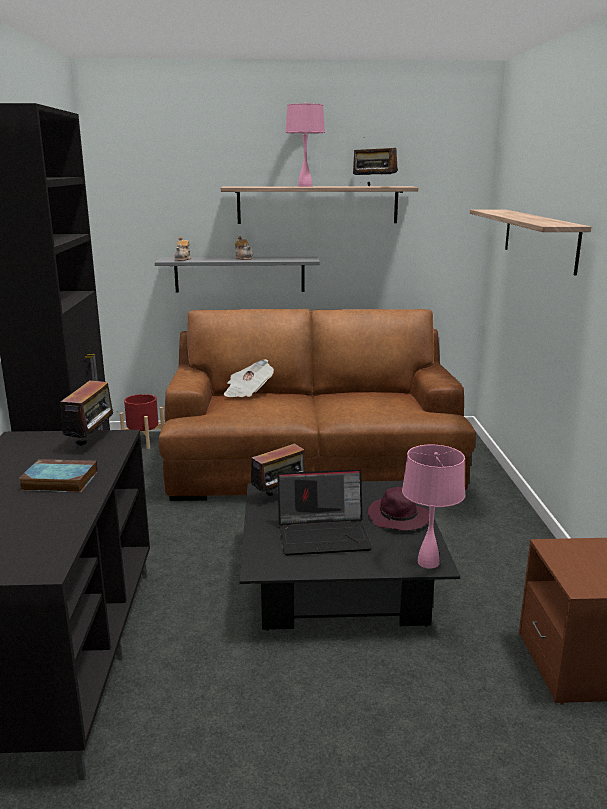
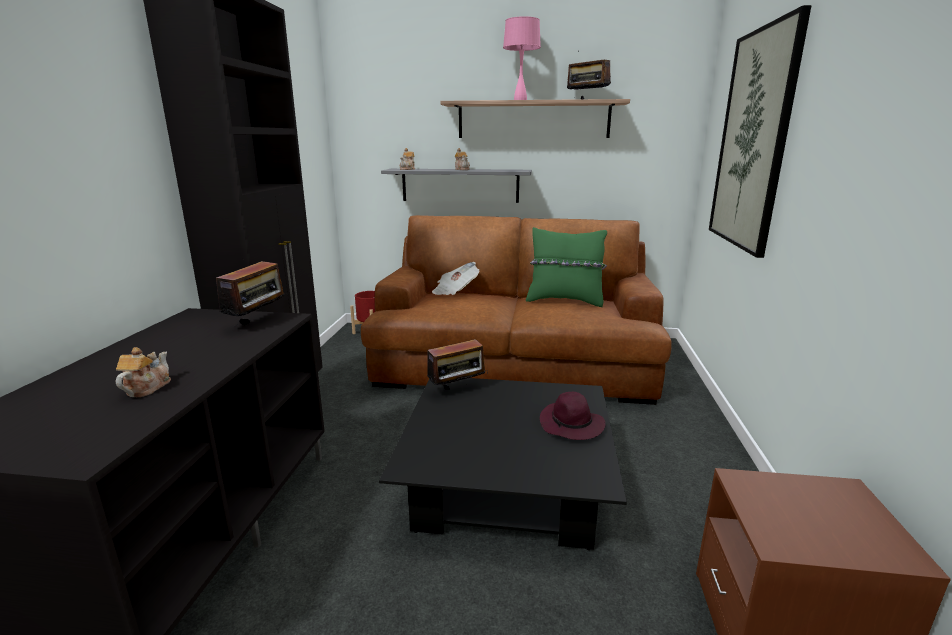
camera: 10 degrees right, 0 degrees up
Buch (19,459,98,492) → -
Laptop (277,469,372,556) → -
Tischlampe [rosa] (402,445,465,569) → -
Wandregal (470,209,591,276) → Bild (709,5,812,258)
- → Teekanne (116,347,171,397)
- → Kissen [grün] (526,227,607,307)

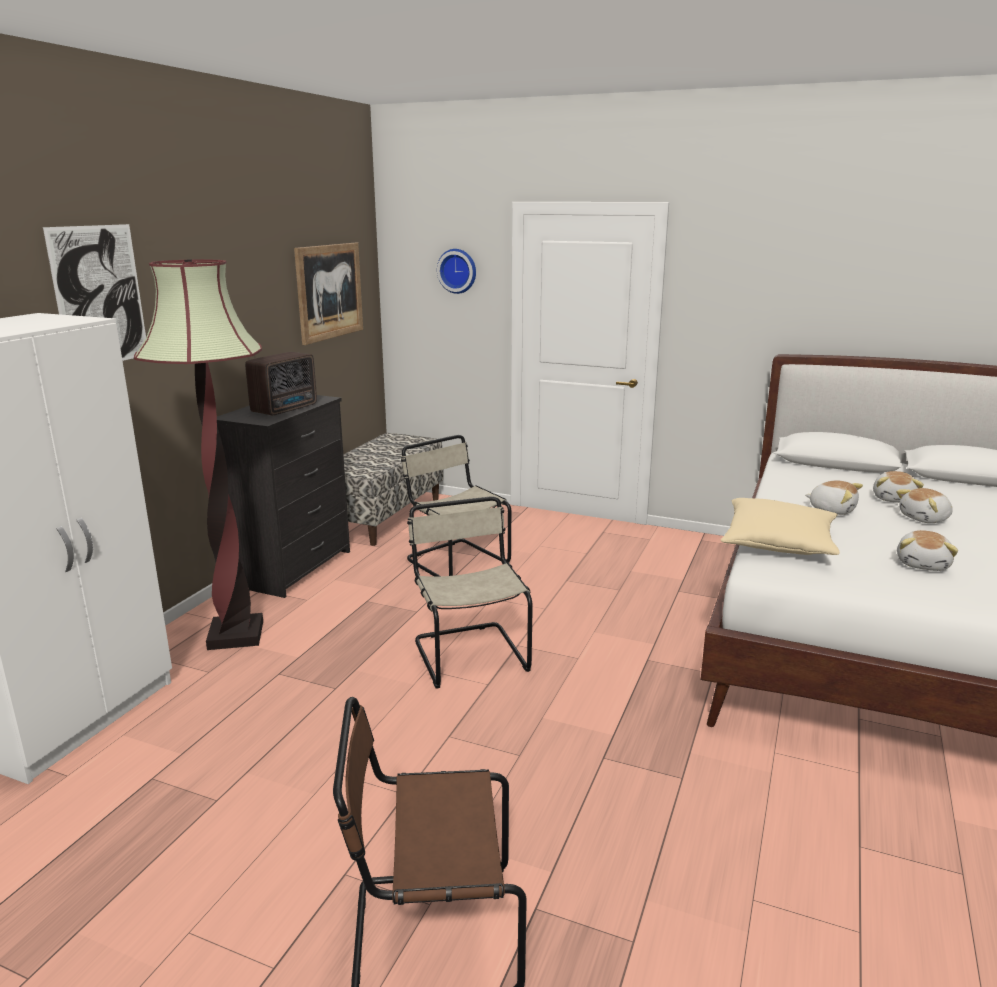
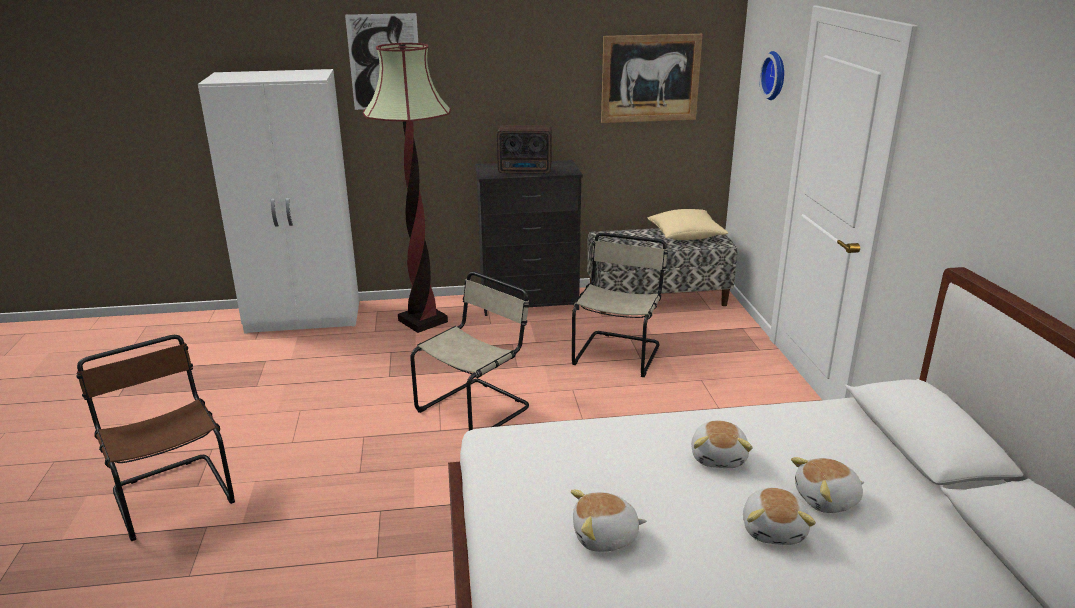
camera: 60 degrees right, 5 degrees up
Kissen [beige] (721,498,840,555) → Kissen [beige] (647,209,728,240), relocated
Plüschtier (896,488,953,523) → Plüschtier (743,488,816,545), 120 degrees counterclockwise

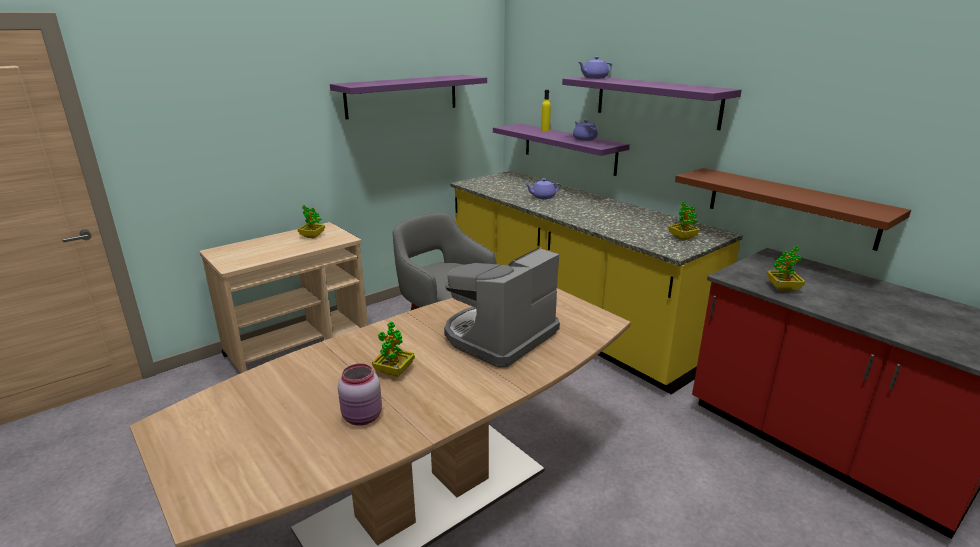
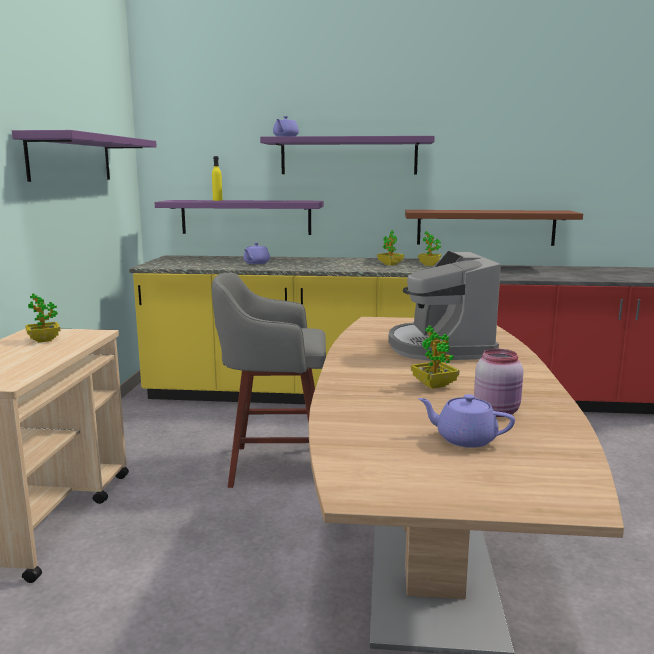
camera: 45 degrees left, 10 degrees down
Teekanne [lila] (573,120,598,141) → Teekanne [lila] (418,394,515,448), relocated
Topfpflanze (767,246,805,291) → Topfpflanze (377,230,404,265), relocated

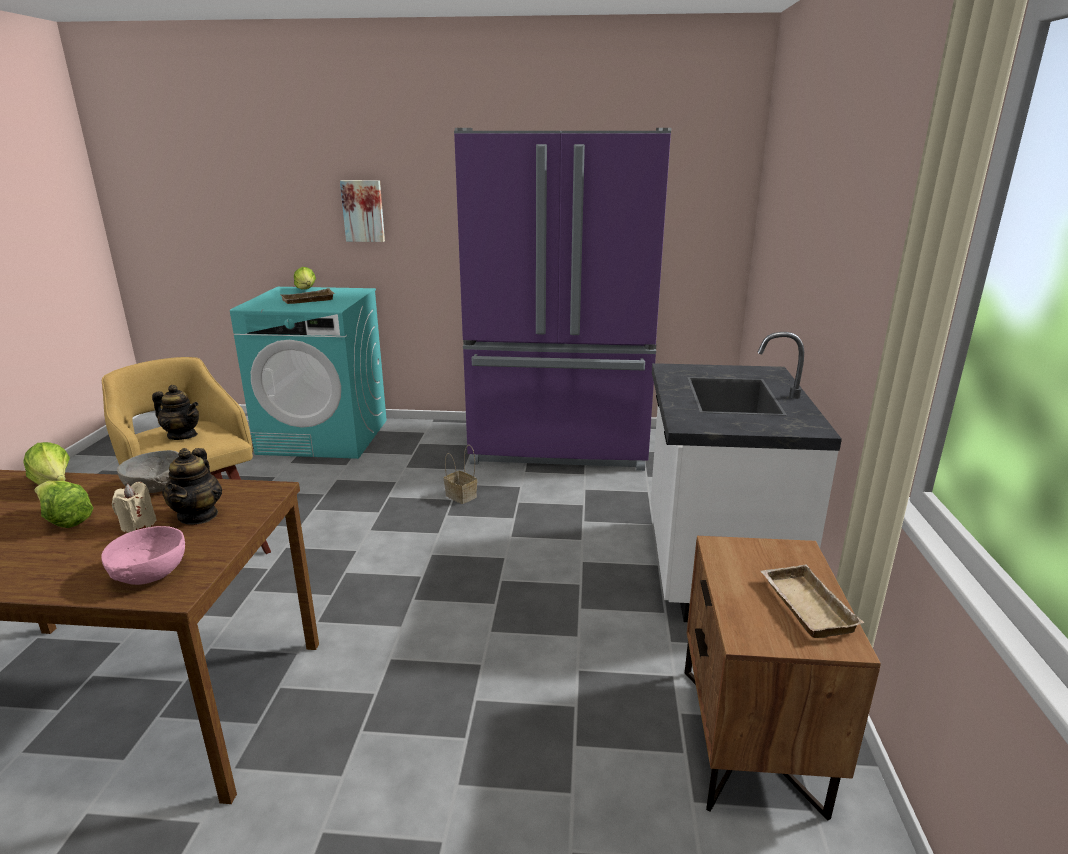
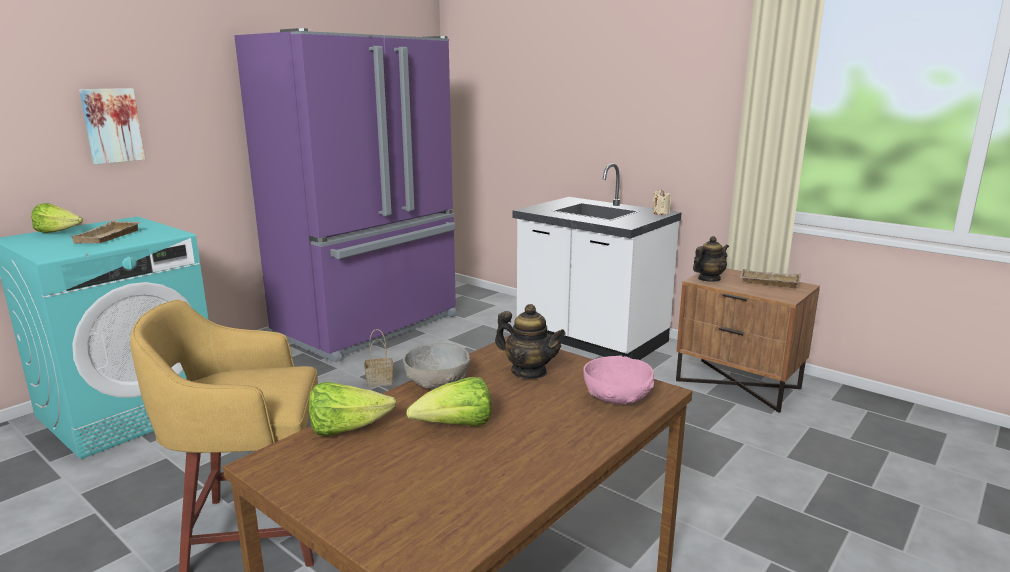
camera: 55 degrees left, 5 degrees down
Kerze [beige] (112,482,157,533) → Kerze [beige] (653,190,671,215), relocated
Teekanne (152,385,199,440) → Teekanne (693,236,729,281), relocated

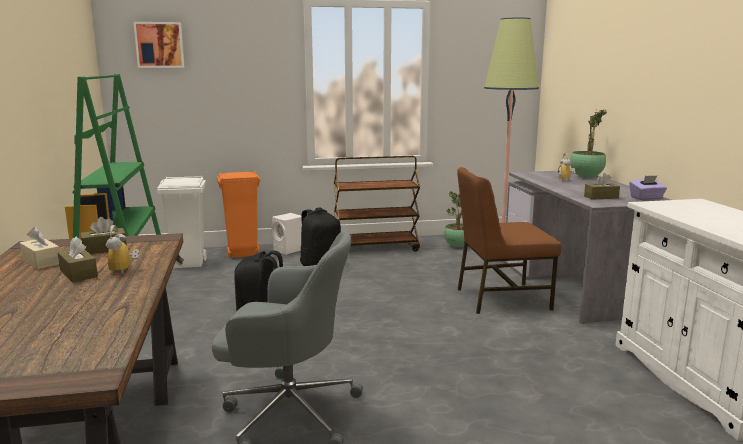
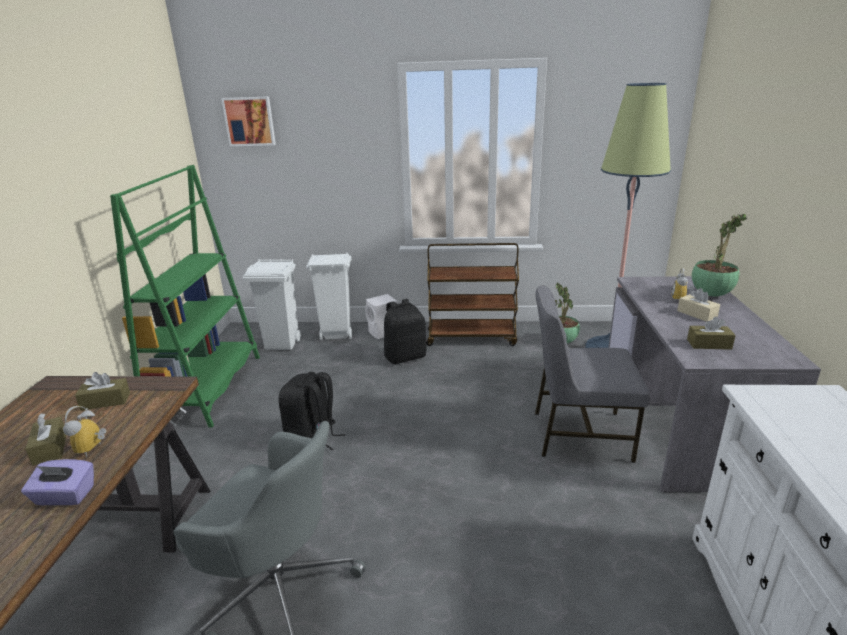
camera: 15 degrees right, 10 degrees up
Taschentuchbox [beige] (20,227,60,269) → Taschentuchbox [beige] (677,288,720,322), relocated
Mülleimer [orange] (217,171,261,258) → Mülleimer [weiß] (306,253,352,340)
Stuhl [braun] (457,167,561,314) → Stuhl [grau] (535,286,650,463)
Taschentuchbox [lila] (629,175,667,200) → Taschentuchbox [lila] (21,459,94,505), relocated

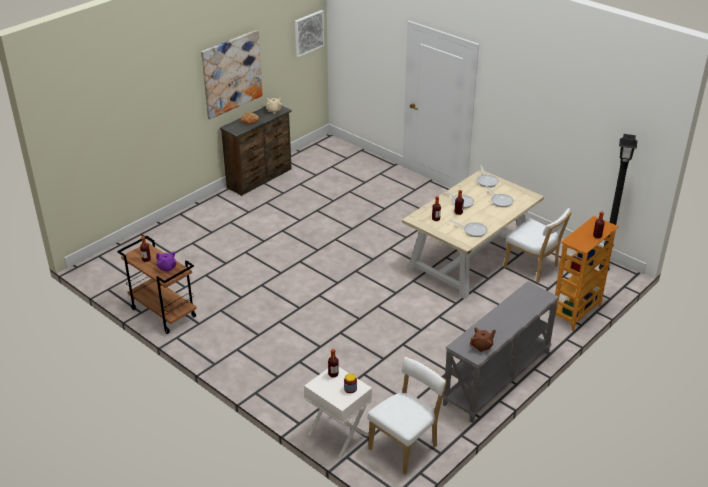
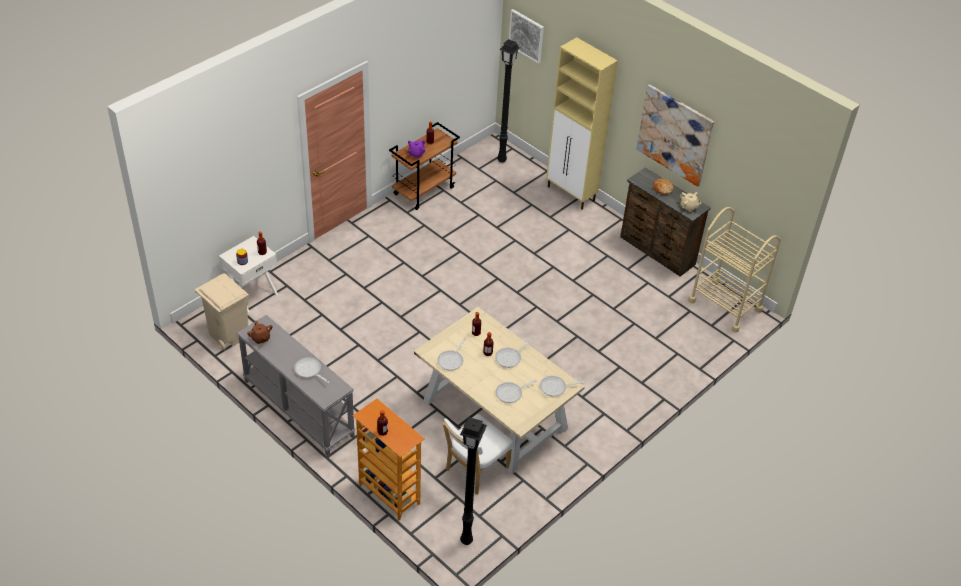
camera: 90 degrees right, 10 degrees up
Bild (295,10,324,57) → Bild (509,9,544,64), relocated
Stuhl [weiß] (367,357,447,474) → Mülleimer [beige] (195,273,249,350)
- → Pfanne (294,357,329,383)
- → Stehlampe [schwarz] (497,39,520,163)
- → Schrank [beige] (546,37,618,209)
- → Rollwagen [beige] (688,207,781,333)

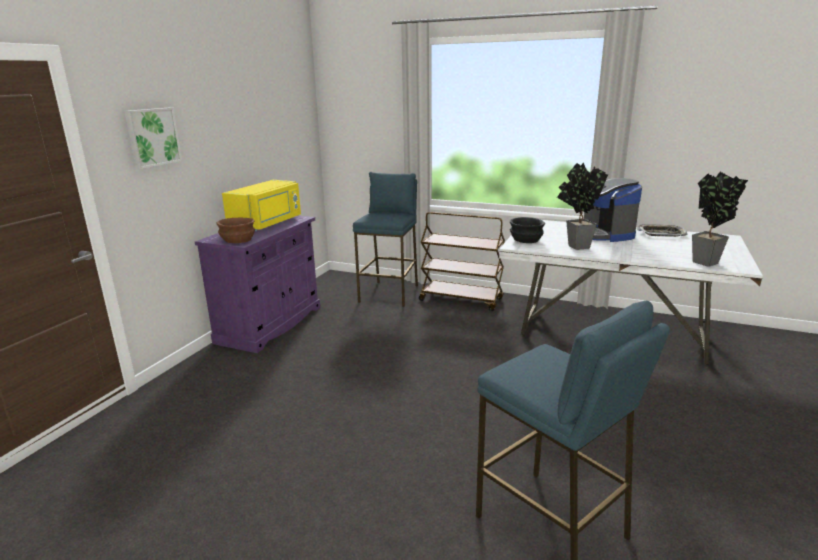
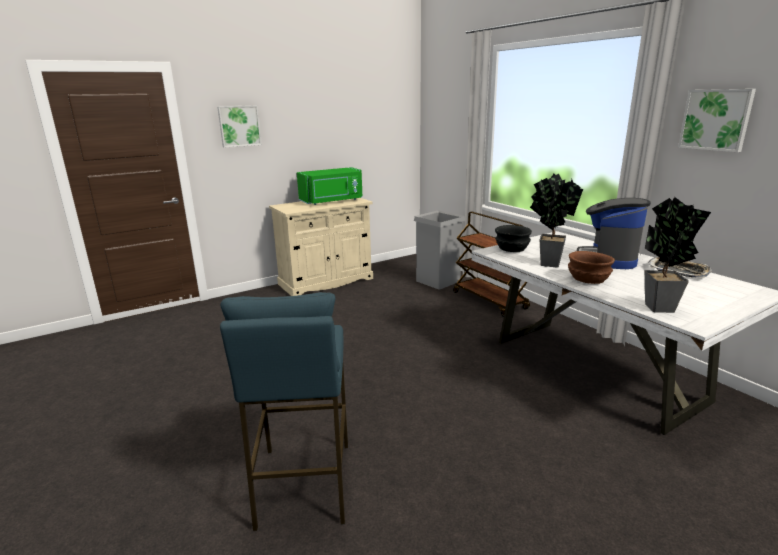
camera: 35 degrees right, 0 degrees up
Schrank [lila] (195,216,320,353) → Schrank [beige] (269,198,373,296)
Schüssel [braun] (216,218,255,243) → Schüssel [braun] (568,251,615,284), relocated
Mikrowelle [gelb] (222,180,301,231) → Mikrowelle [grün] (297,167,363,205)
Hocker [blau] (353,172,418,307) → Mülleimer [grau] (414,210,465,290)
- → Bild (678,89,756,152)

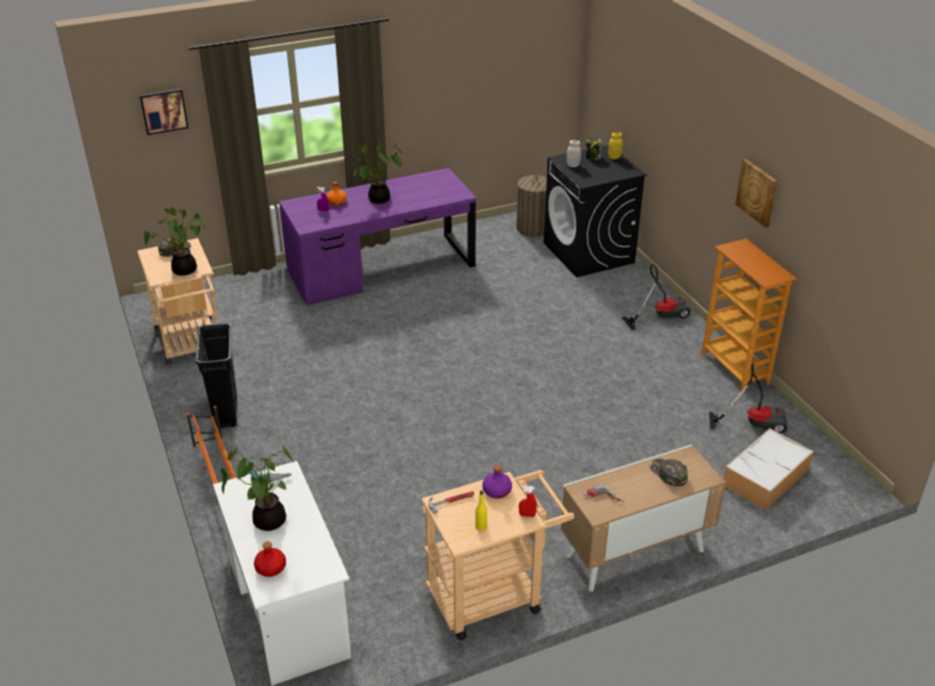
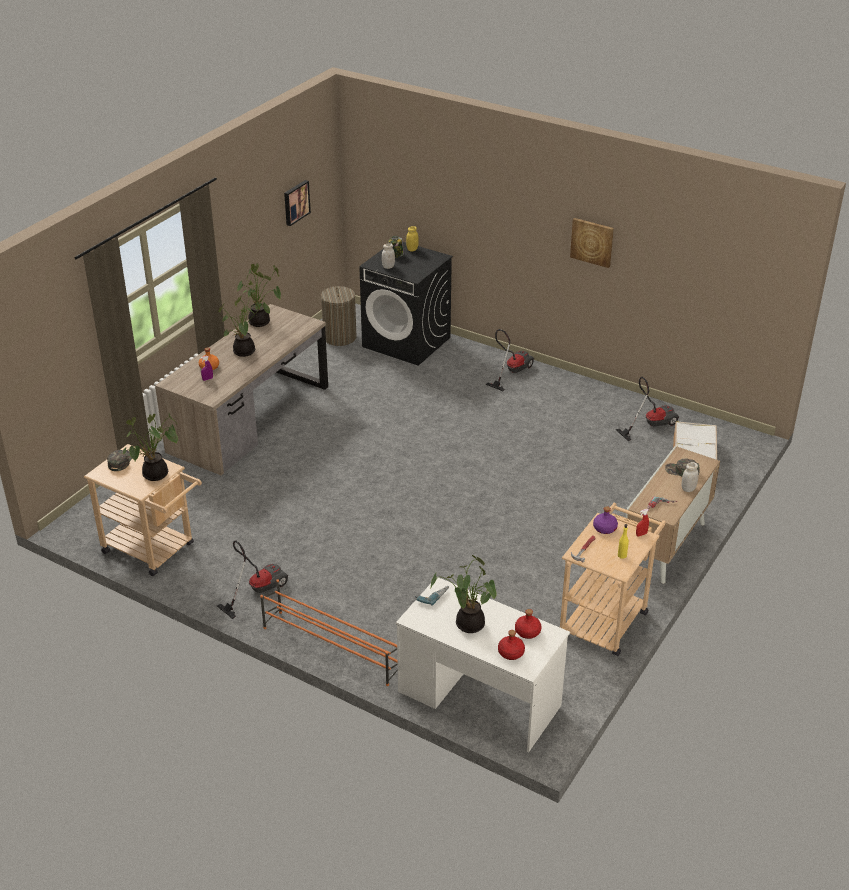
camera: 35 degrees left, 0 degrees up
Bild (140,88,189,135) → Bild (284,180,311,226), relocated
Mülleimer [schwarz] (196,323,237,428) → Staubsauger (217,540,288,619)
Schreibtisch [lila] (279,168,476,306) → Schreibtisch [braun] (155,304,328,475)
Bücherregal (702,239,797,393) → -
- → Topfpflanze (237,263,281,327)
- → Flasche [rot] (515,609,542,639)
- → Vorratsglas [weiß] (681,462,699,492)

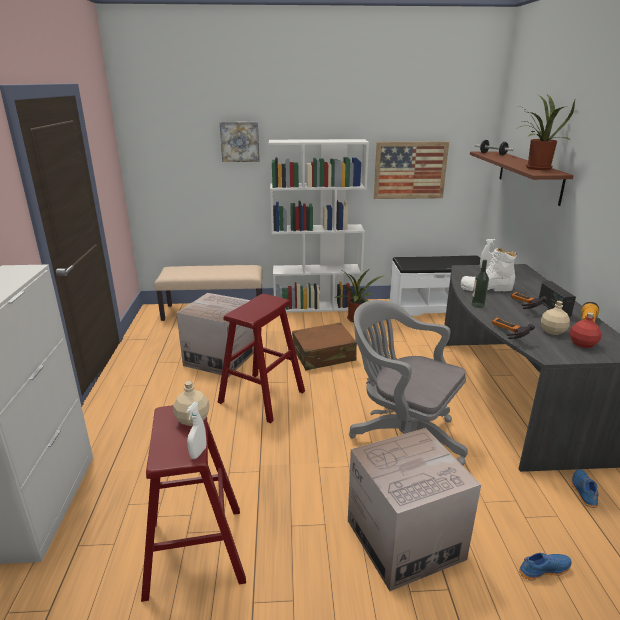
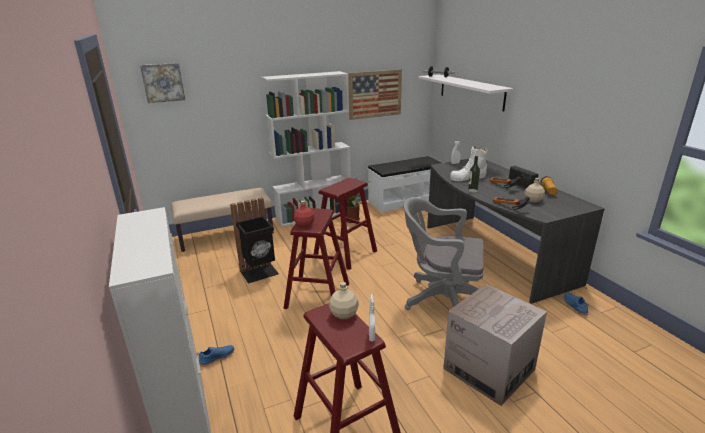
camera: 20 degrees left, 0 degrees up
Karton (176,293,254,377) → Mülleimer [schwarz] (230,197,279,284)
Bild (220,122,260,162) → Bild (140,63,185,103), relocated
Koffer [braun] (292,322,357,370) → Hocker [rot] (314,178,377,270)
Wandregal [braun] (470,151,574,206) → Wandregal [weiß] (419,74,514,111)
Topfpflanze (516,94,575,170) → -
Schuh [blau] (519,553,571,580) → Schuh [blau] (197,345,234,367), relocated
Flasche [rot] (569,312,602,348) → Flasche [rot] (294,200,314,227), relocated

